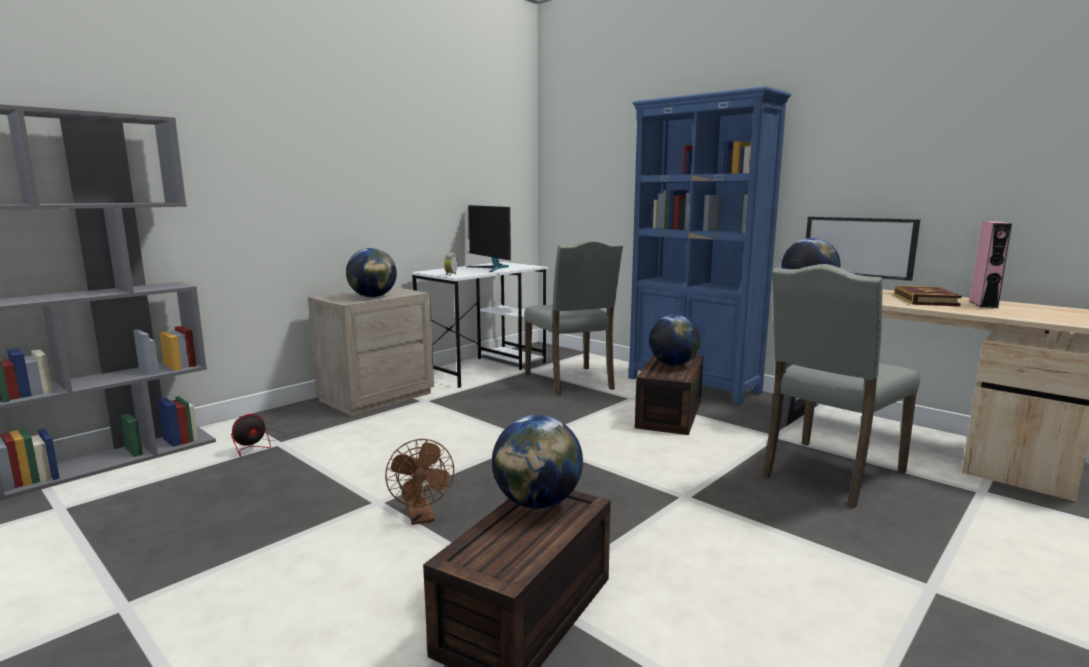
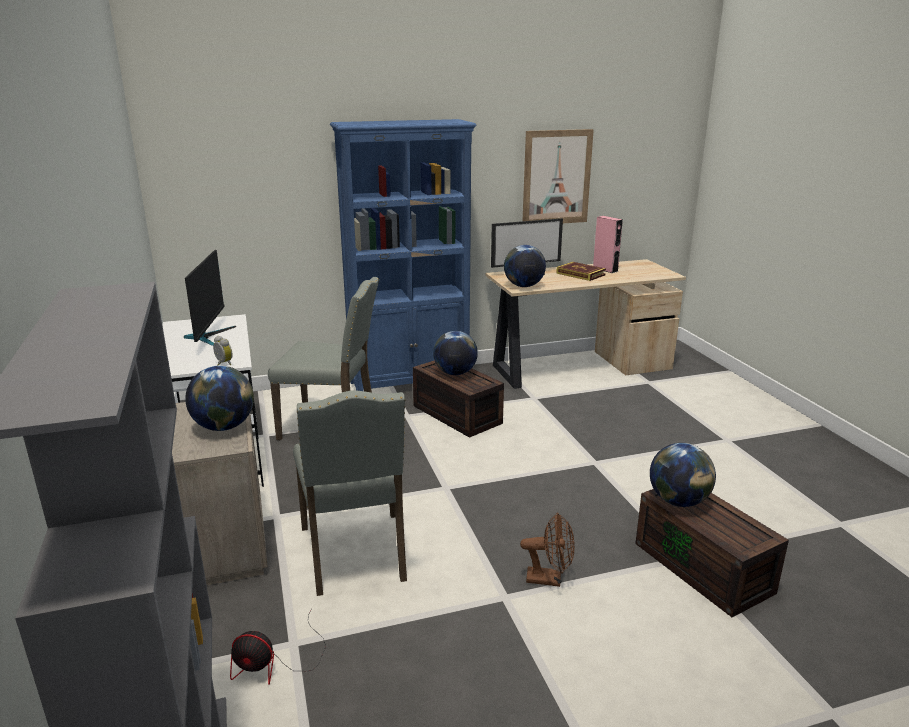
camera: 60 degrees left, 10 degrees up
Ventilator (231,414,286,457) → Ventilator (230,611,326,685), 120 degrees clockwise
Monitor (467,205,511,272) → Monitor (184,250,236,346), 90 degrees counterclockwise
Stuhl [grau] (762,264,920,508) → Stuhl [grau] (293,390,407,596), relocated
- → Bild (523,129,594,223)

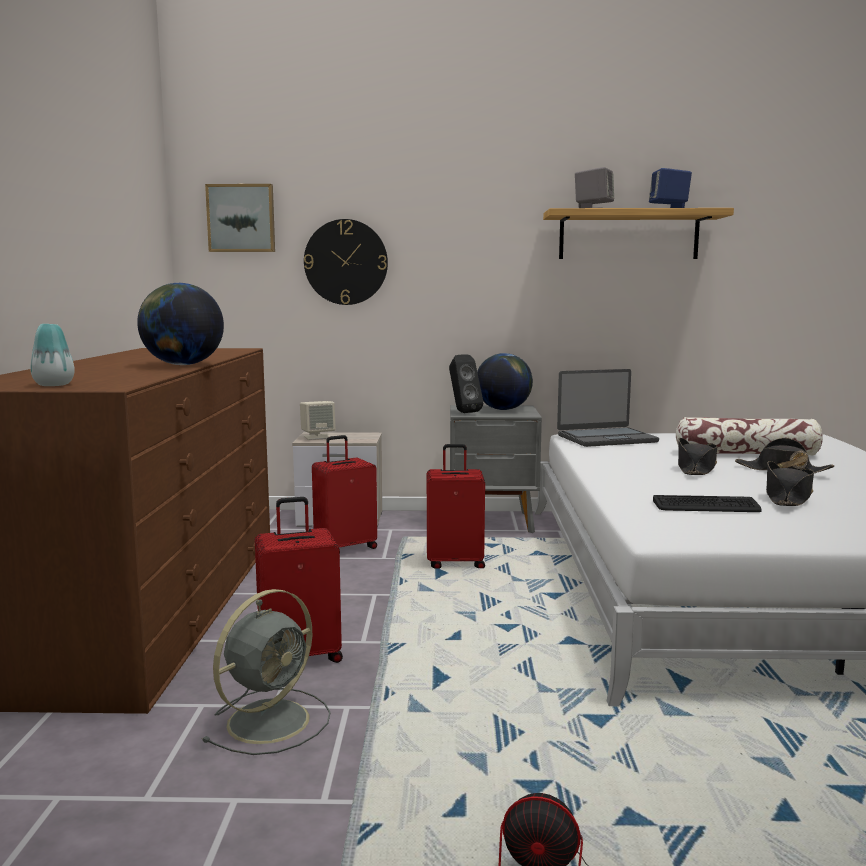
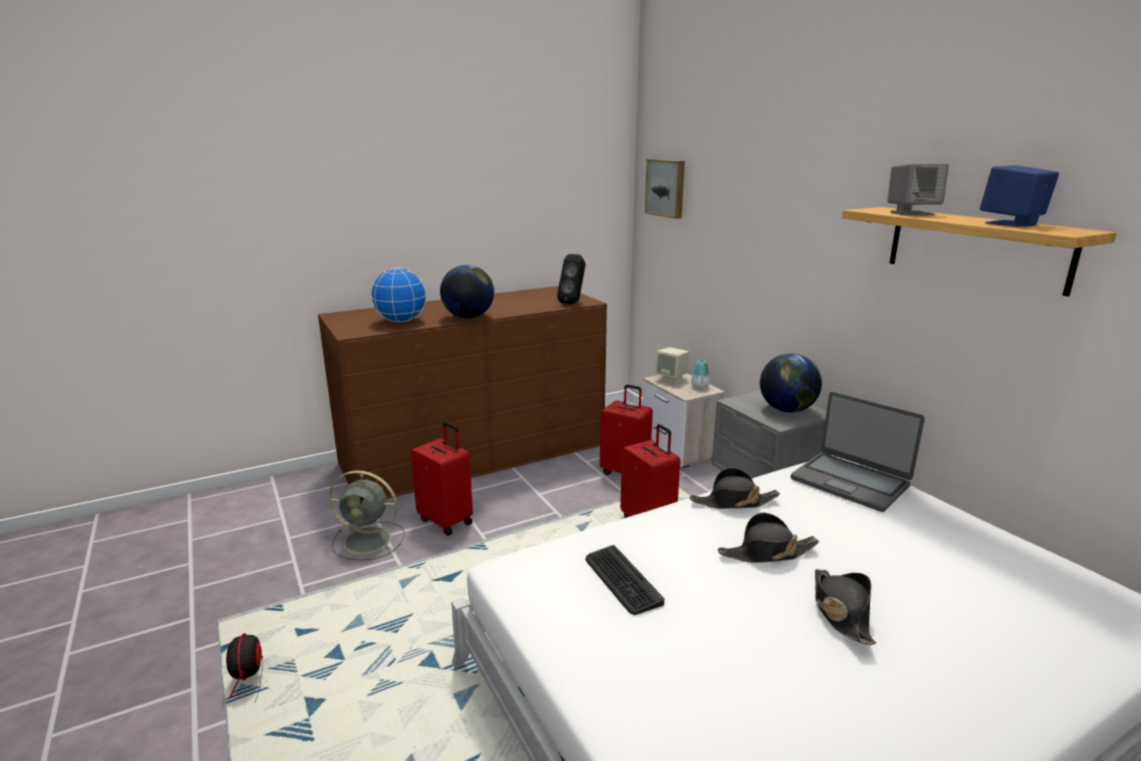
camera: 60 degrees right, 10 degrees up
Vase (30,324,75,386) → Vase (691,360,710,389), relocated
Wanduhr (304,219,388,305) → -
Lautsprecher [schwarz] (449,355,483,413) → Lautsprecher [schwarz] (557,254,586,305), relocated
Kissen (676,417,823,456) → -
Hut [schwarz] (766,461,814,506) → Hut [schwarz] (690,467,780,509), relocated
- → Globus (371,268,427,322)

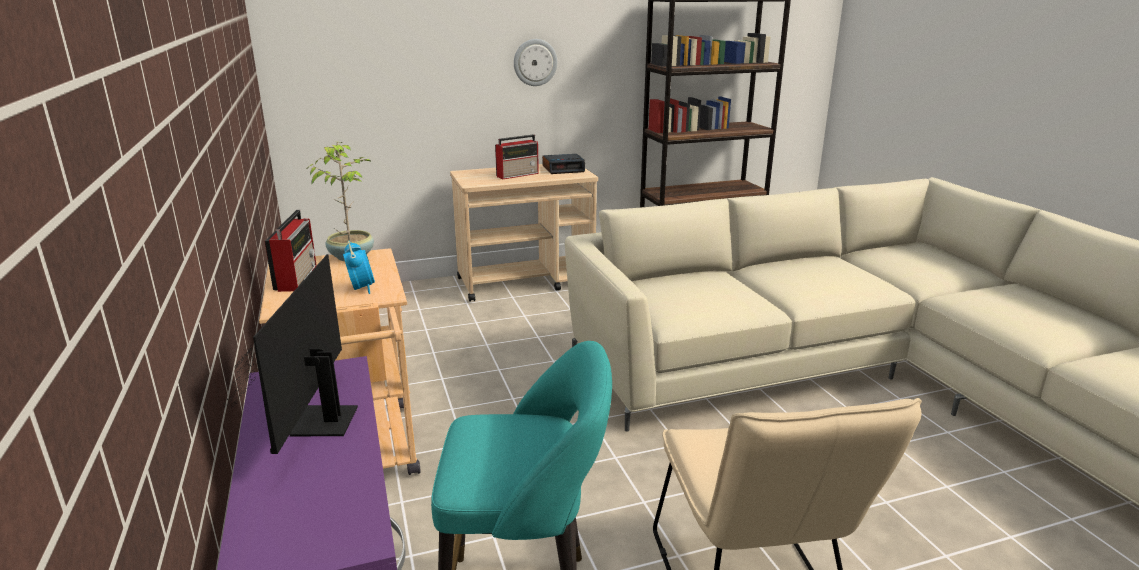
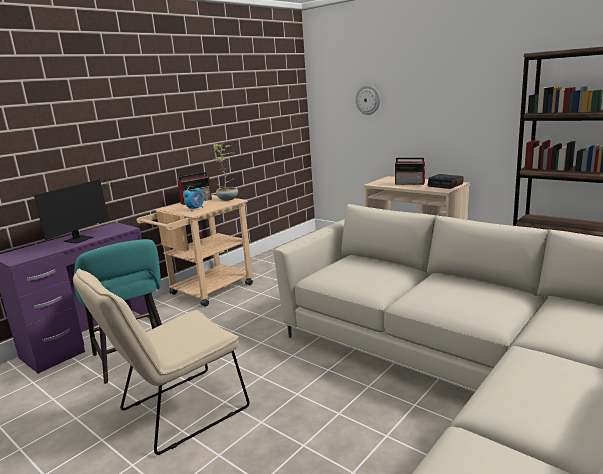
camera: 60 degrees right, 5 degrees down
Monitor (223,254,358,454) → Monitor (34,179,118,244), 150 degrees clockwise
Wanduhr (514,39,557,86) → Wanduhr (355,85,380,115), relocated

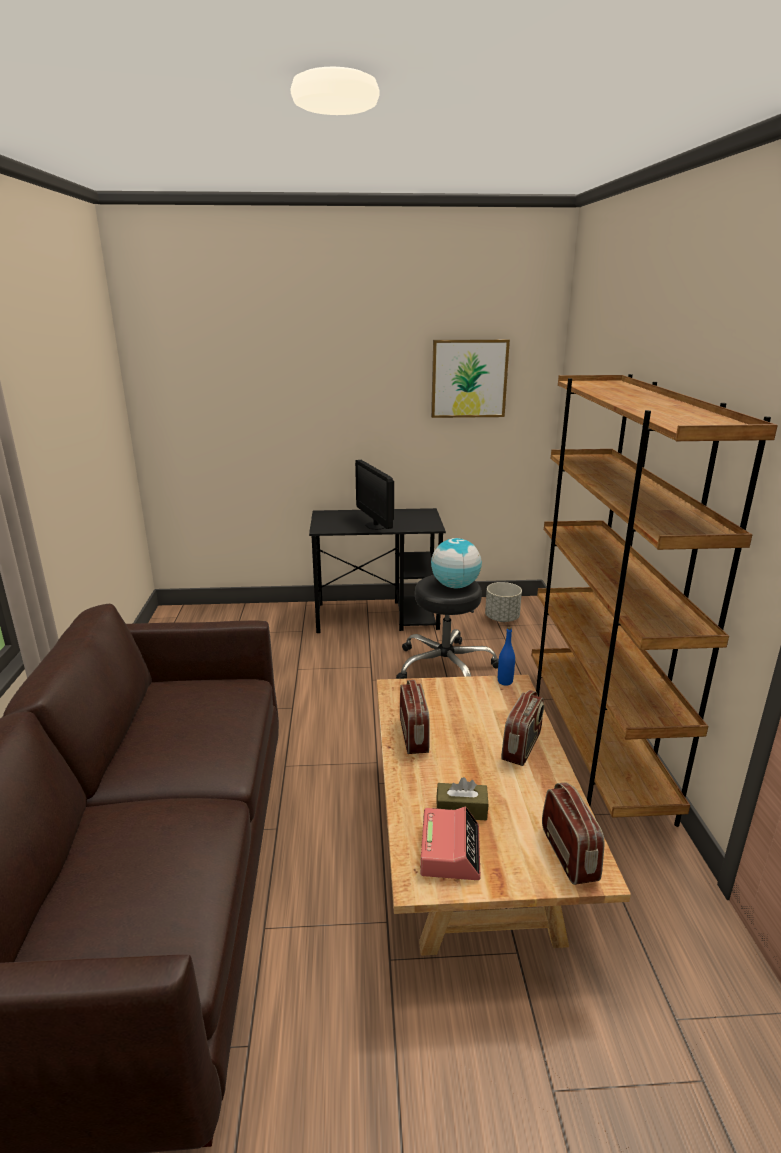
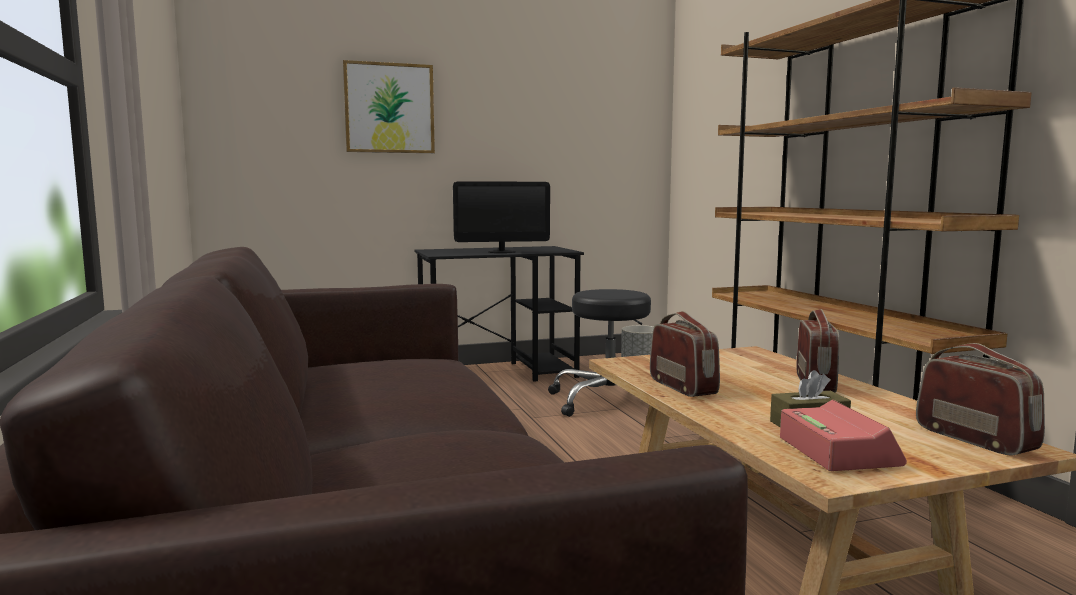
camera: 15 degrees left, 15 degrees down
Monitor (355,460,394,530) → Monitor (453,181,550,253), 60 degrees counterclockwise
Bild (431,339,510,418) → Bild (343,60,435,153), relocated
Globus (431,538,482,588) → -
Flasche [blau] (498,627,515,685) → -

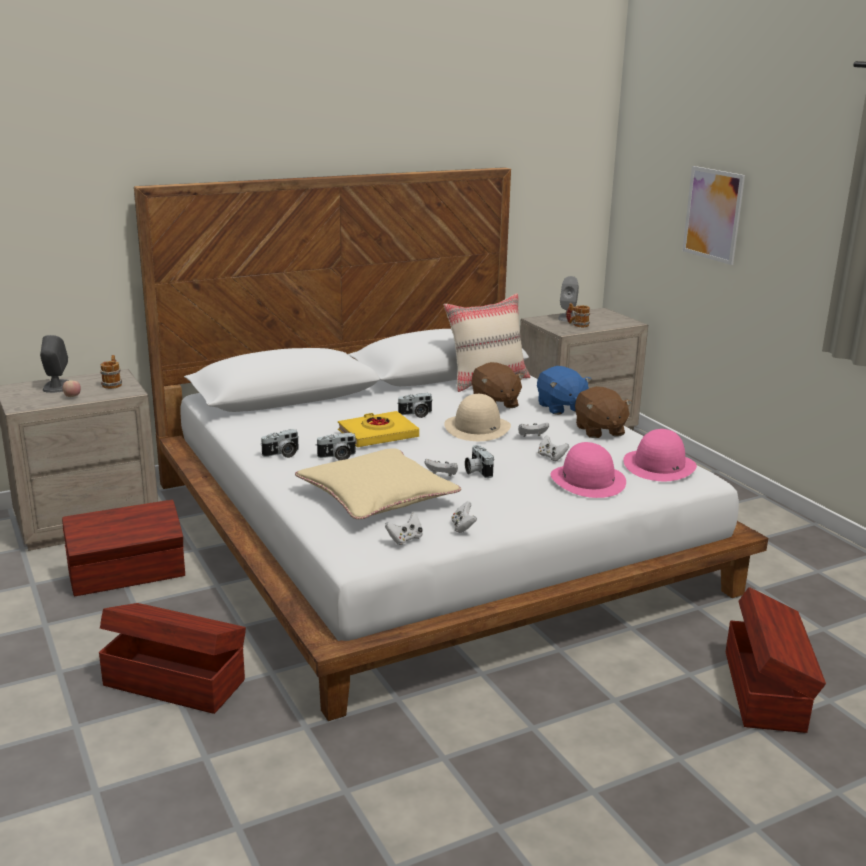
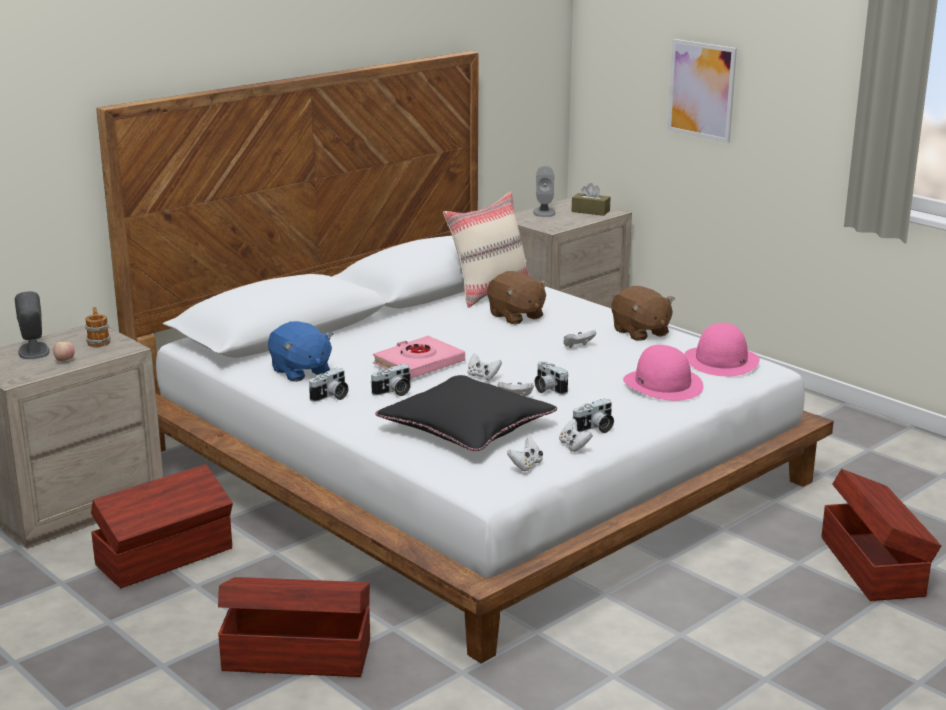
camera: 15 degrees left, 0 degrees up
Kissen [beige] (295,448,461,519) → Kissen [schwarz] (375,375,557,451)
Buch [gelb] (338,411,419,447) → Buch [rosa] (373,336,465,379)
Kamera (398,393,433,418) → Kamera (573,398,614,433), relocated
Hut [beige] (444,394,511,441) → -
Plüschtier [blau] (537,366,592,415) → Plüschtier [blau] (268,321,333,382), relocated
Gamepad [weiß] (538,435,569,461) → Gamepad [weiß] (468,353,502,380), relocated
Henkelbecher (566,303,590,327) → -
- → Taschentuchbox [braun] (572,183,611,216)

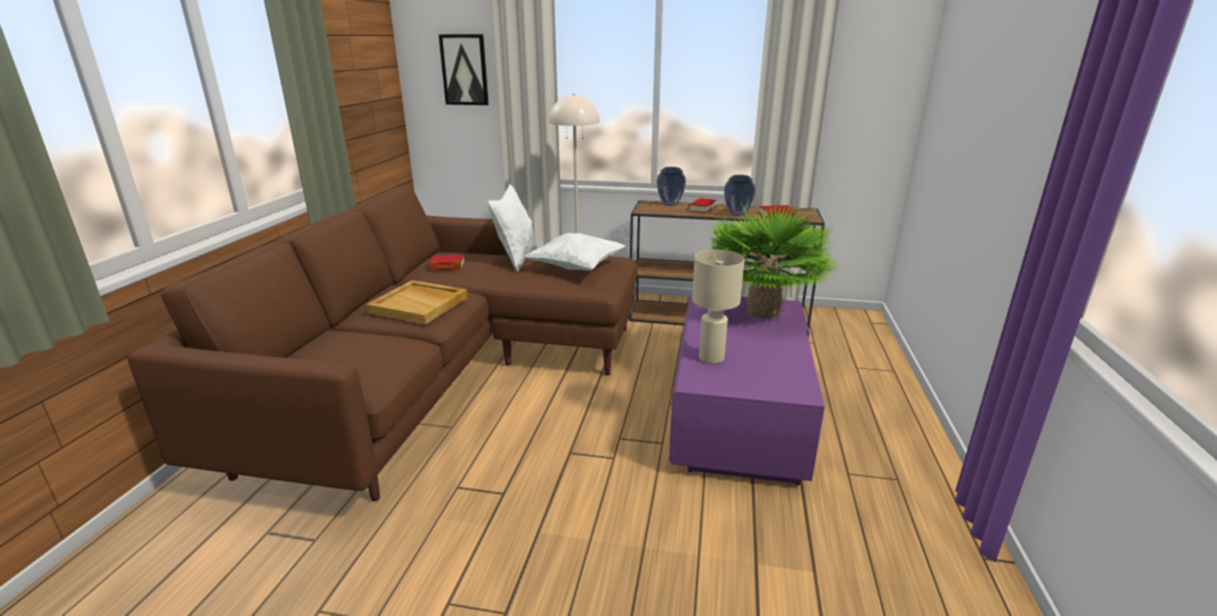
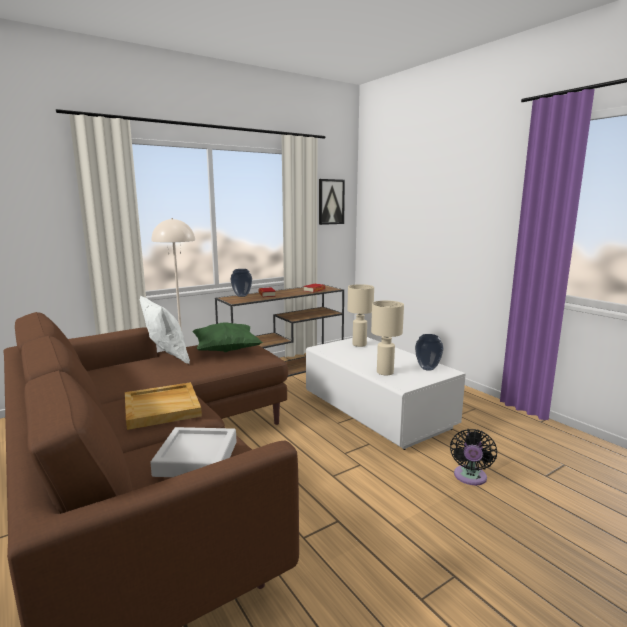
camera: 45 degrees left, 10 degrees down
Buch (429,255,465,270) → -
Bild (439,34,489,105) → Bild (319,179,345,225), relocated
Kissen [weiß] (525,233,625,271) → Kissen [grün] (192,322,263,352)
Couchtisch [lila] (669,294,825,485) → Couchtisch [weiß] (306,337,466,450)
Topfpflanze (707,204,842,319) → Tischlampe [beige] (348,284,374,347)
Vase (724,175,756,216) → Vase (415,334,443,371), relocated
- → Tablett [grau] (150,427,237,477)
- → Ventilator [schwarz] (450,429,497,485)

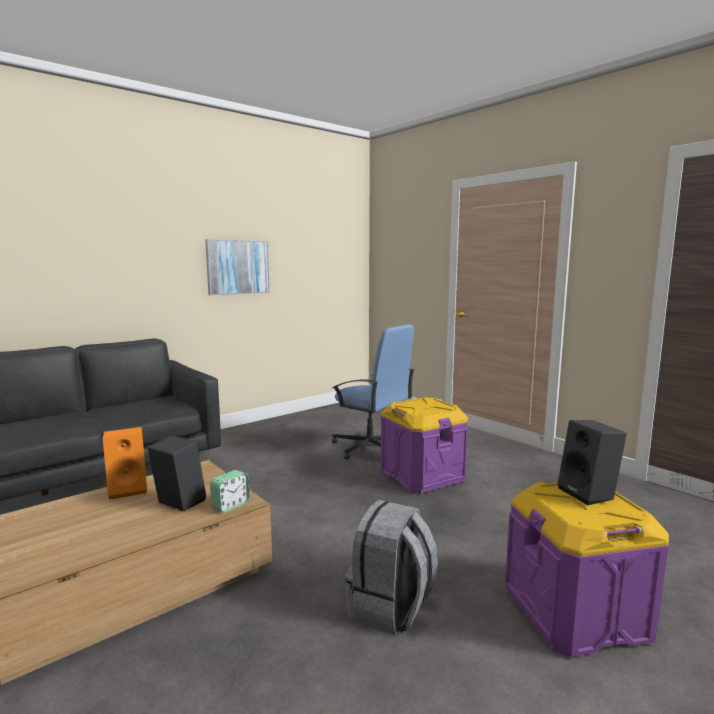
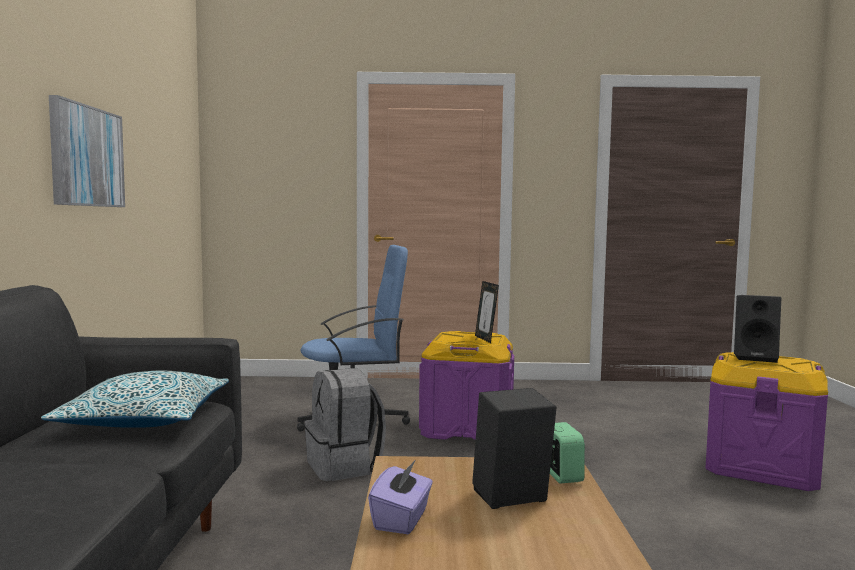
camera: 50 degrees left, 5 degrees down
Lautsprecher [orange] (103,427,147,500) → Taschentuchbox [lila] (368,461,433,534)
Rucksack [grau] (345,500,438,635) → Rucksack [grau] (304,368,386,481), relocated
- → Kissen (41,371,229,428)
- → Bilderrahmen (475,281,499,343)

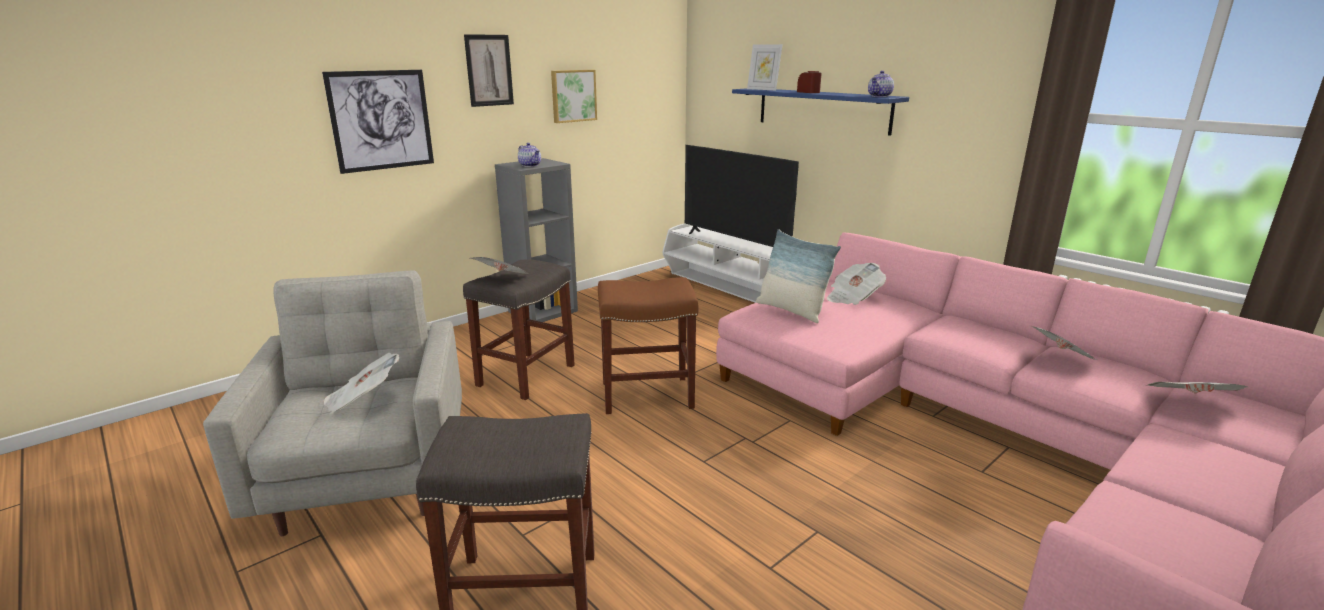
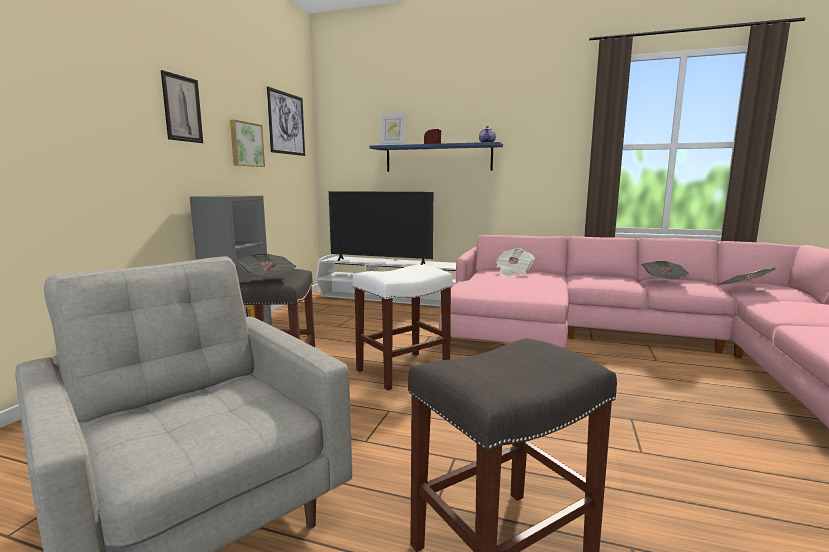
camera: 30 degrees left, 10 degrees down
Bild (322,70,434,174) → Bild (267,87,305,156), relocated
Zeitung (324,353,399,415) → -
Teekanne (518,143,541,167) → -
Hocker [braun] (598,277,699,414) → Hocker [weiß] (353,265,453,390)
Kissen (756,229,841,323) → -

